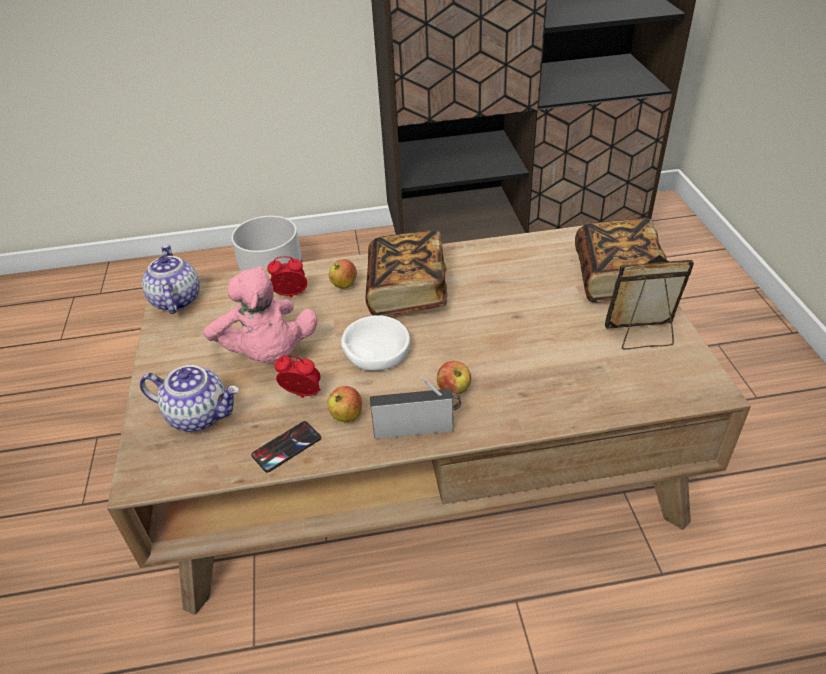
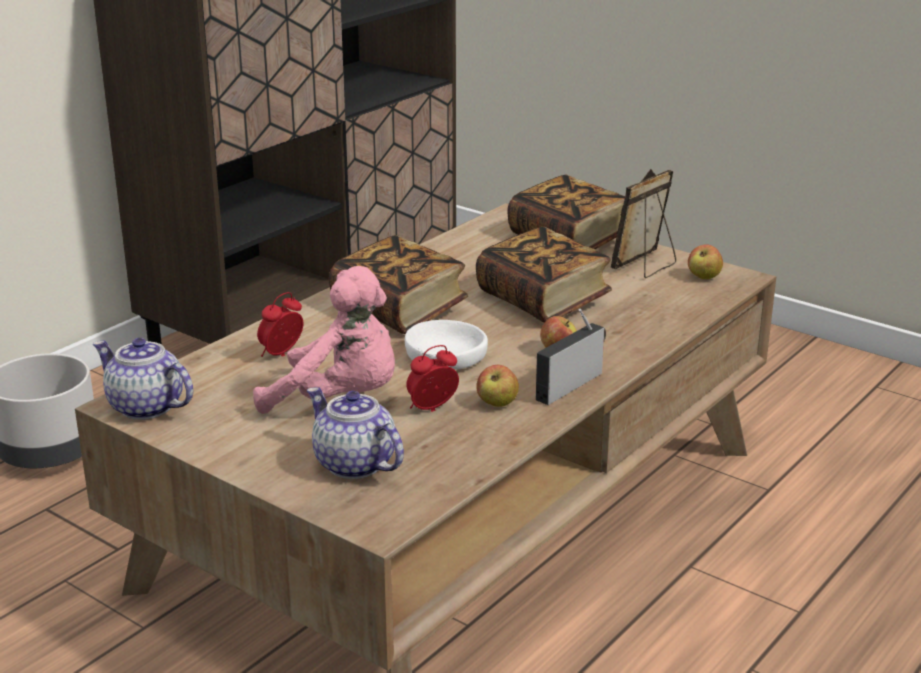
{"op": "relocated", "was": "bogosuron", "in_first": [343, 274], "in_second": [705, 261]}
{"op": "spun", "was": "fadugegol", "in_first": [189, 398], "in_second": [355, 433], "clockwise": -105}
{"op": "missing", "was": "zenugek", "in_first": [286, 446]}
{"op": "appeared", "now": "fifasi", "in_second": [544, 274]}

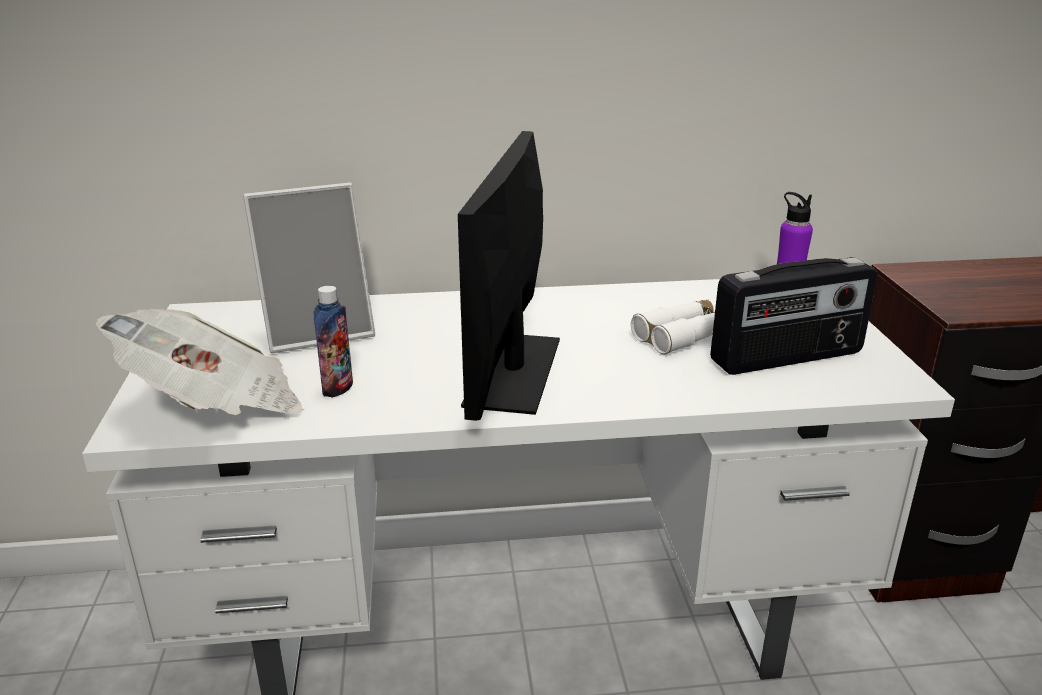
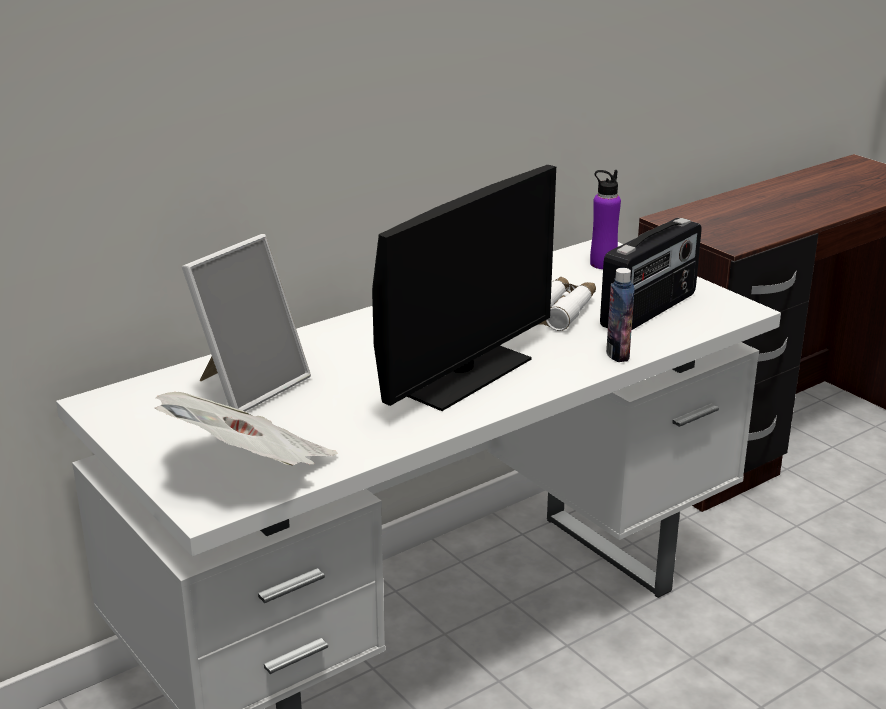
{"op": "spun", "was": "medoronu", "in_first": [509, 276], "in_second": [464, 288], "clockwise": -120}
{"op": "relocated", "was": "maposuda", "in_first": [333, 342], "in_second": [620, 315]}

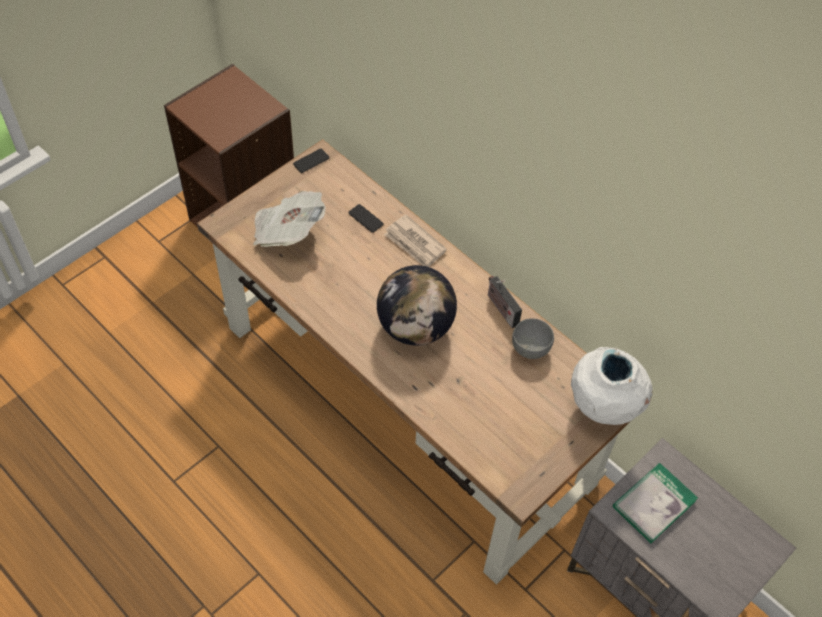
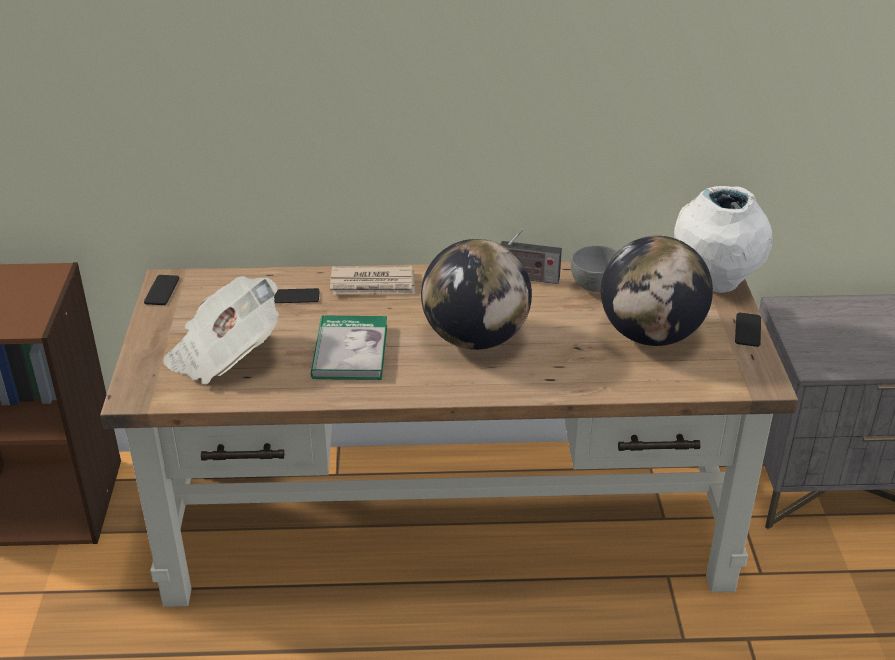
{"op": "relocated", "was": "fifasi", "in_first": [655, 503], "in_second": [349, 347]}
{"op": "appeared", "now": "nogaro", "in_second": [657, 291]}
{"op": "appeared", "now": "zenugek", "in_second": [748, 330]}

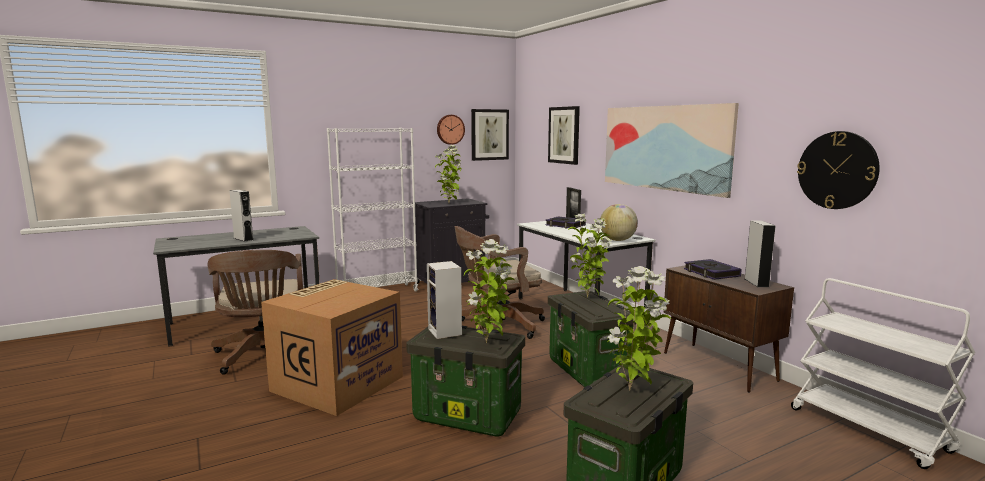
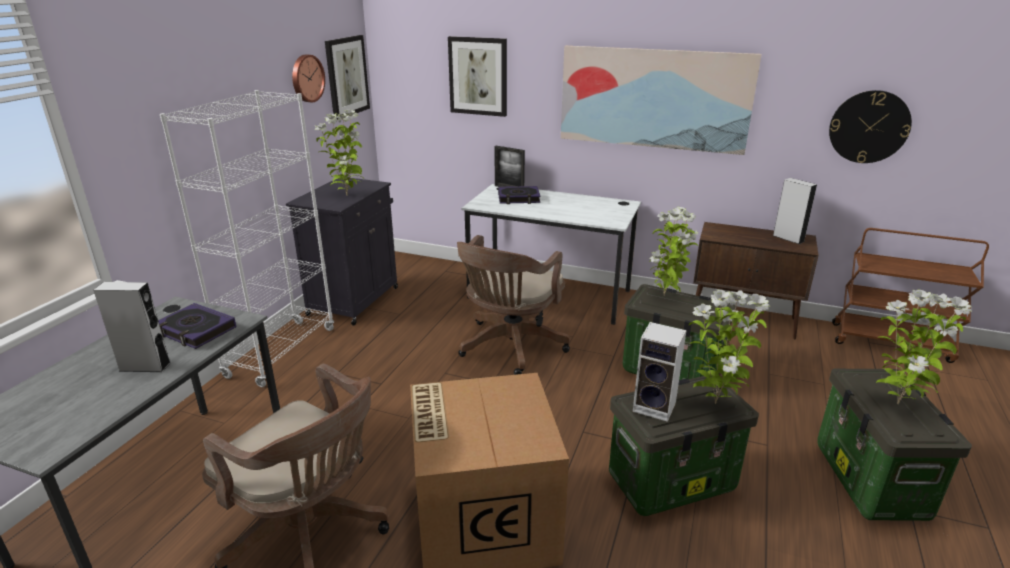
{"op": "missing", "was": "nogaro", "in_first": [619, 222]}
{"op": "relocated", "was": "fifasi", "in_first": [713, 269], "in_second": [197, 326]}
{"op": "colour", "was": "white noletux", "now": "brown noletux", "in_first": [883, 373], "in_second": [910, 295]}

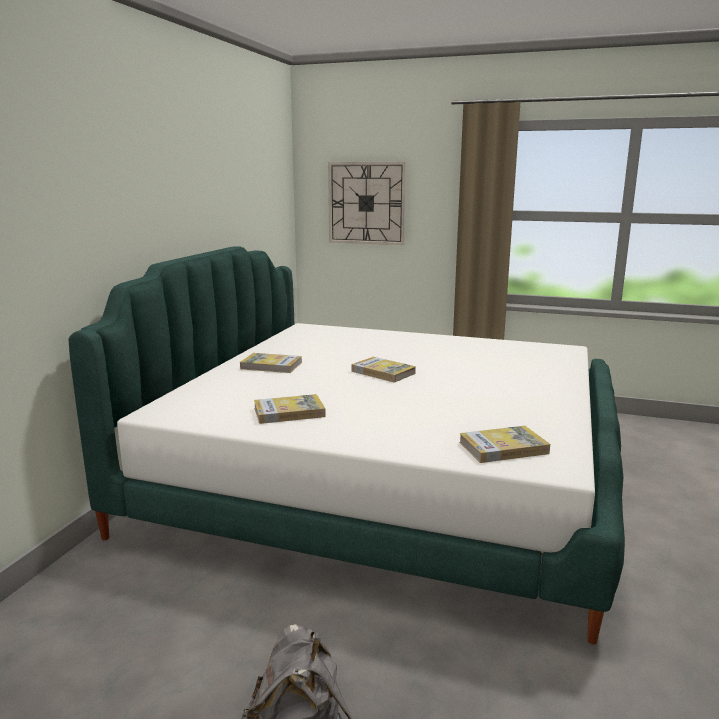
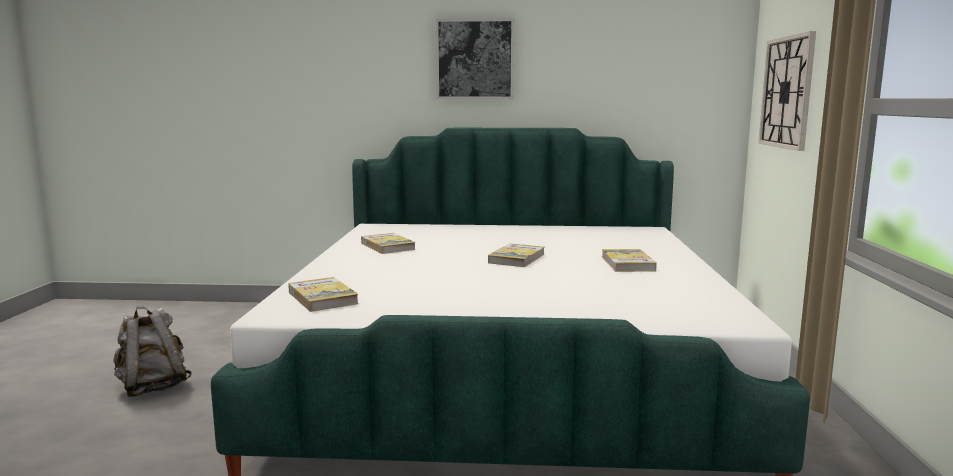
{"op": "relocated", "was": "fifasi", "in_first": [271, 363], "in_second": [629, 260]}
{"op": "appeared", "now": "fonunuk", "in_second": [474, 58]}

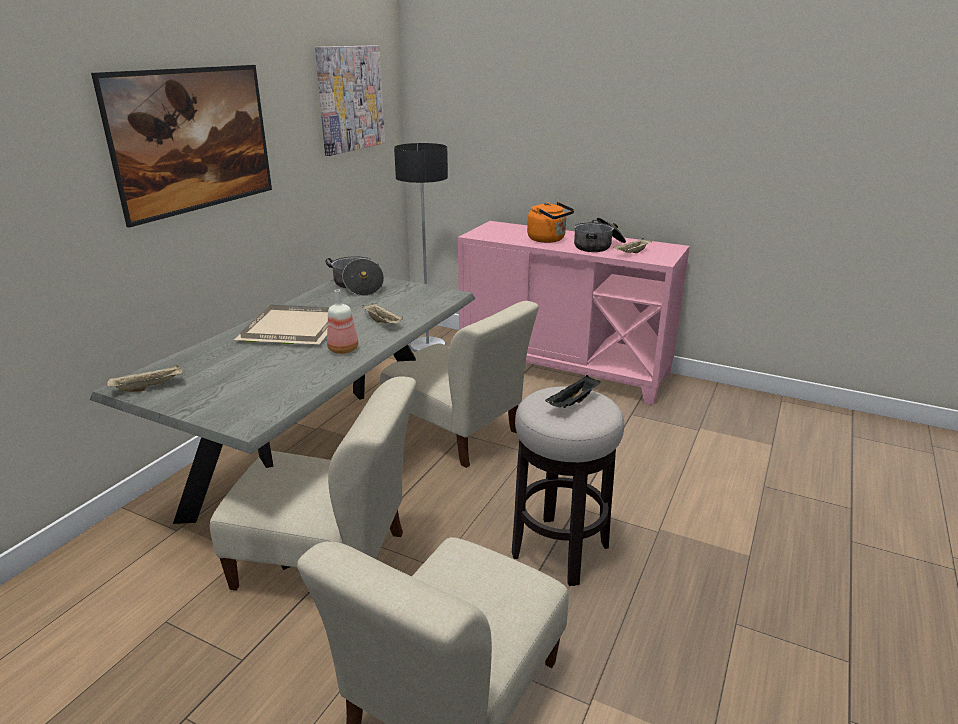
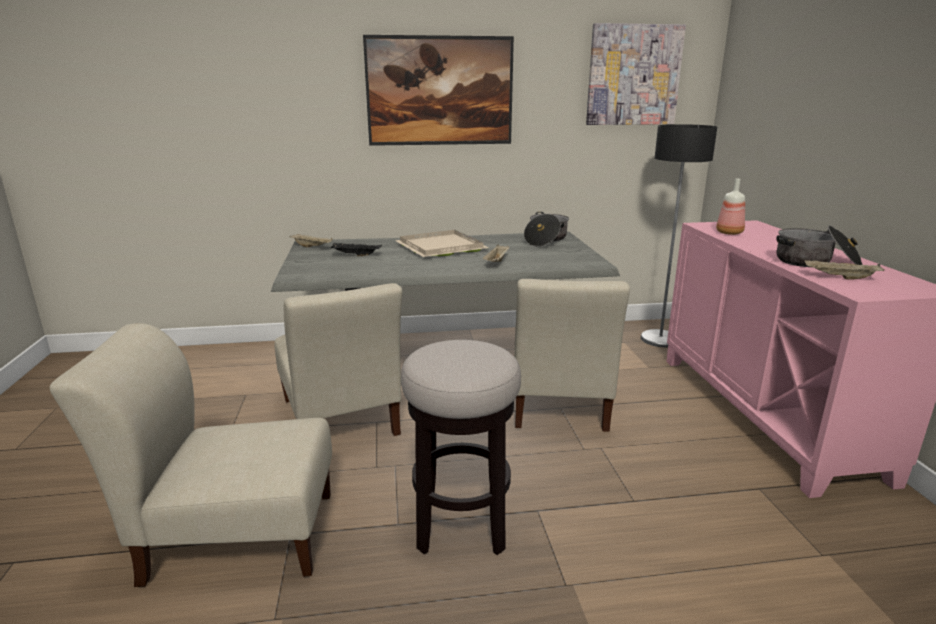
{"op": "missing", "was": "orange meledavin", "in_first": [550, 222]}
{"op": "relocated", "was": "maposuda", "in_first": [343, 321], "in_second": [730, 206]}
{"op": "relocated", "was": "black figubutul", "in_first": [573, 391], "in_second": [356, 249]}

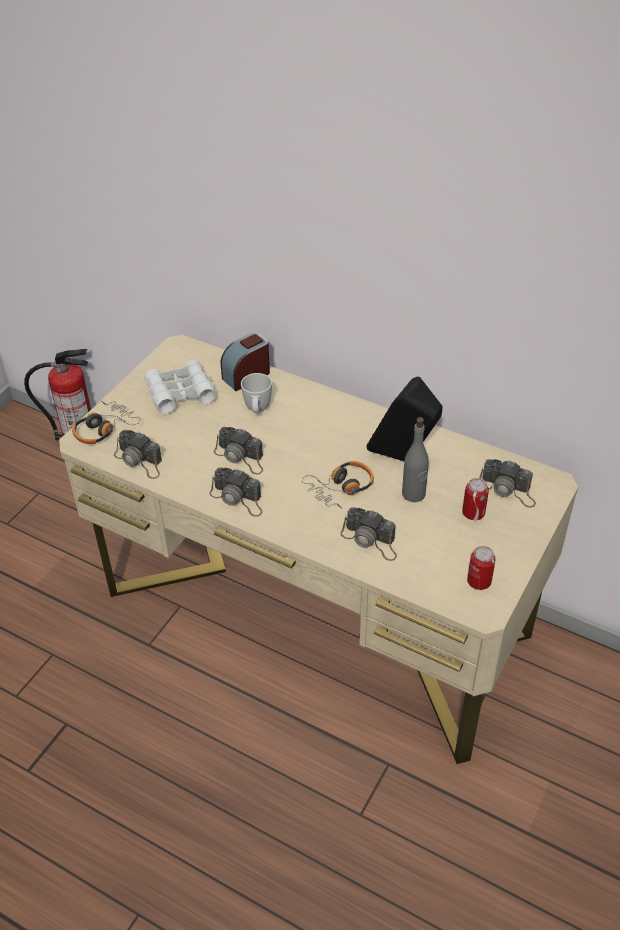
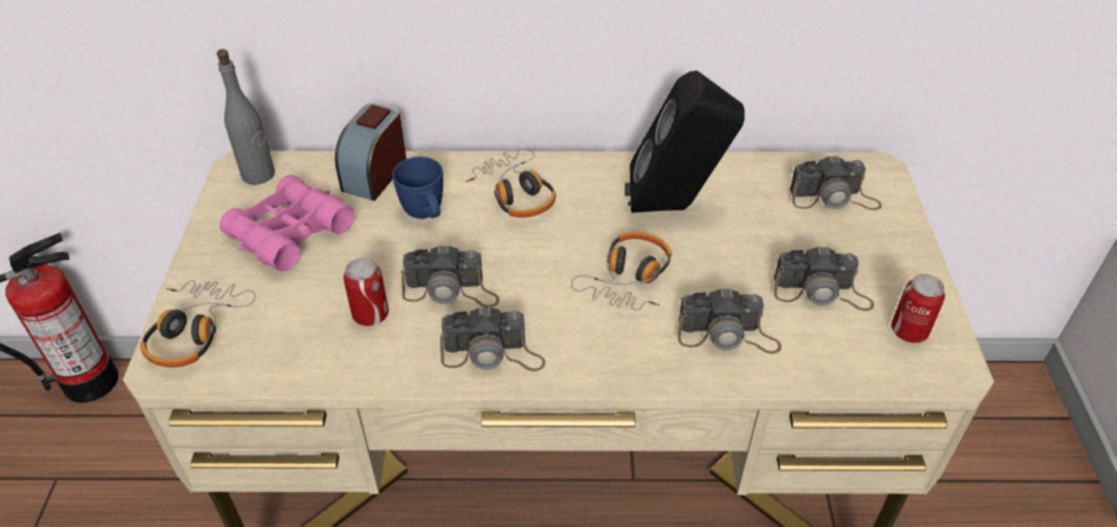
{"op": "colour", "was": "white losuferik", "now": "pink losuferik", "in_first": [180, 387], "in_second": [287, 223]}
{"op": "colour", "was": "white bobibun", "now": "blue bobibun", "in_first": [256, 393], "in_second": [417, 188]}
{"op": "relocated", "was": "grey maposuda", "in_first": [415, 459], "in_second": [246, 117]}
{"op": "relocated", "was": "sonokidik", "in_first": [138, 454], "in_second": [824, 278]}
{"op": "relocated", "was": "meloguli", "in_first": [475, 499], "in_second": [366, 292]}
{"op": "appeared", "now": "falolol", "in_second": [510, 183]}

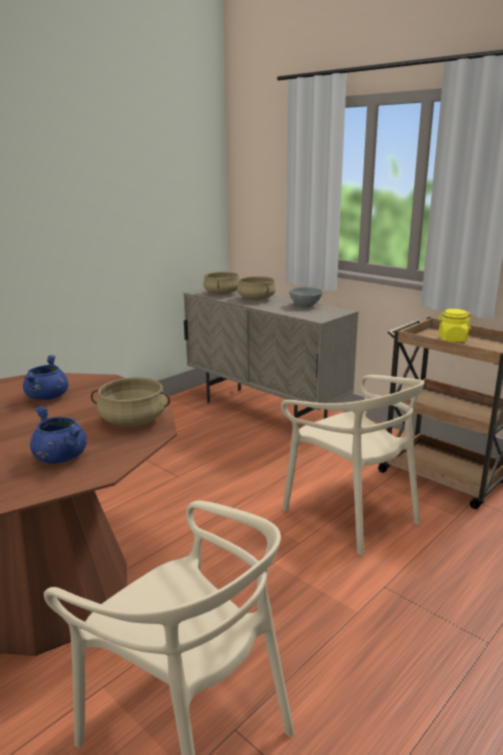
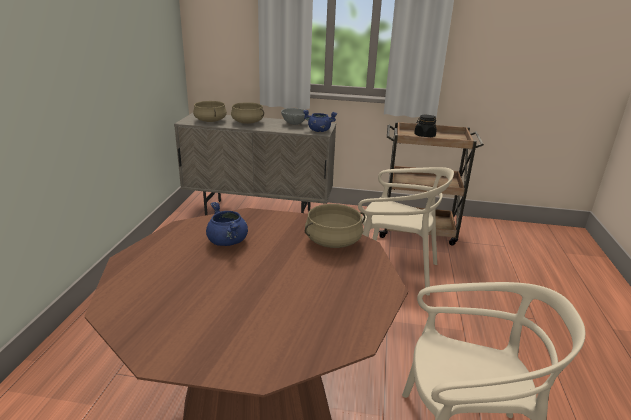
{"op": "colour", "was": "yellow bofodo", "now": "black bofodo", "in_first": [454, 325], "in_second": [425, 126]}
{"op": "relocated", "was": "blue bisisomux", "in_first": [58, 435], "in_second": [320, 121]}

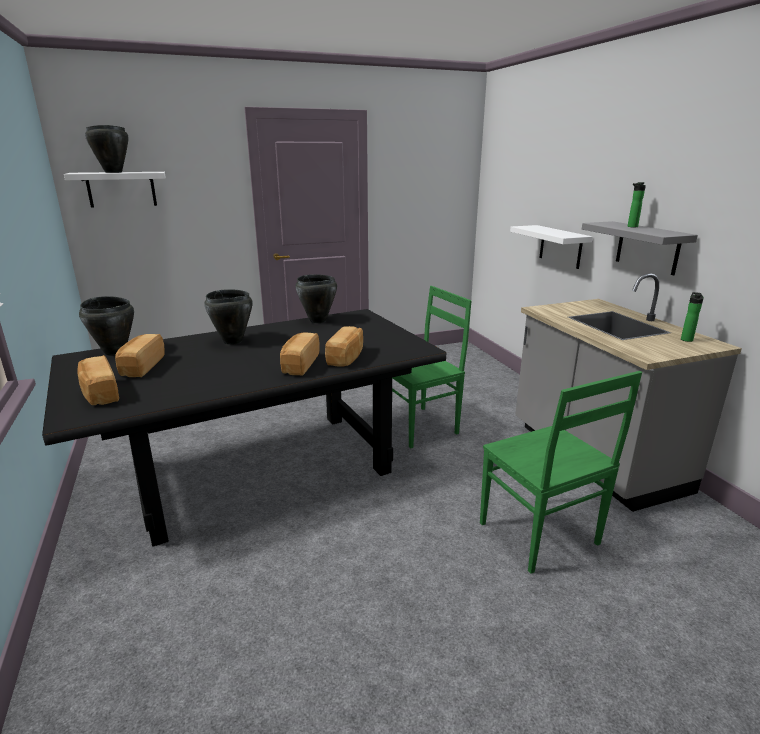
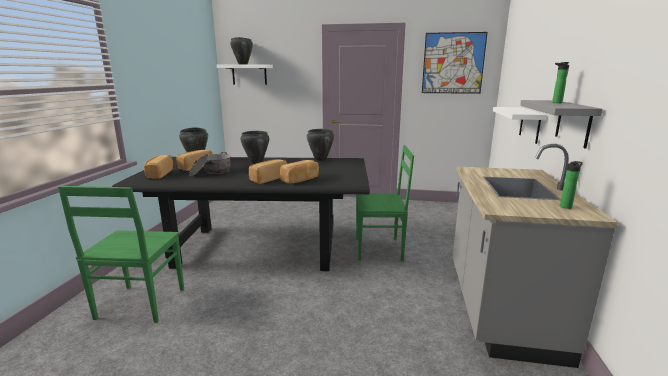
{"op": "relocated", "was": "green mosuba", "in_first": [561, 472], "in_second": [121, 254]}
{"op": "appeared", "now": "fonunuk", "in_second": [455, 63]}
{"op": "appeared", "now": "bisisomux", "in_second": [210, 164]}

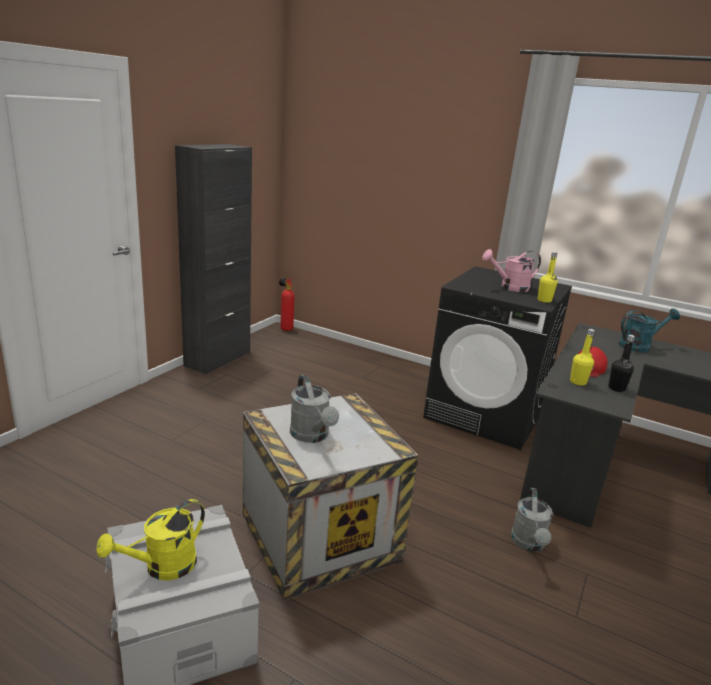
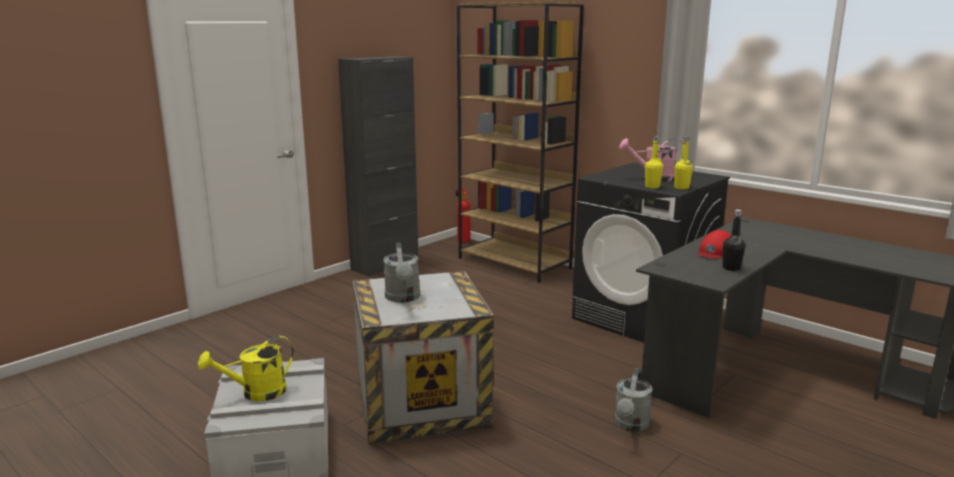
{"op": "missing", "was": "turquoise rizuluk", "in_first": [649, 330]}
{"op": "relocated", "was": "yellow maposuda", "in_first": [582, 357], "in_second": [654, 162]}
{"op": "appeared", "now": "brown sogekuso", "in_second": [520, 142]}

